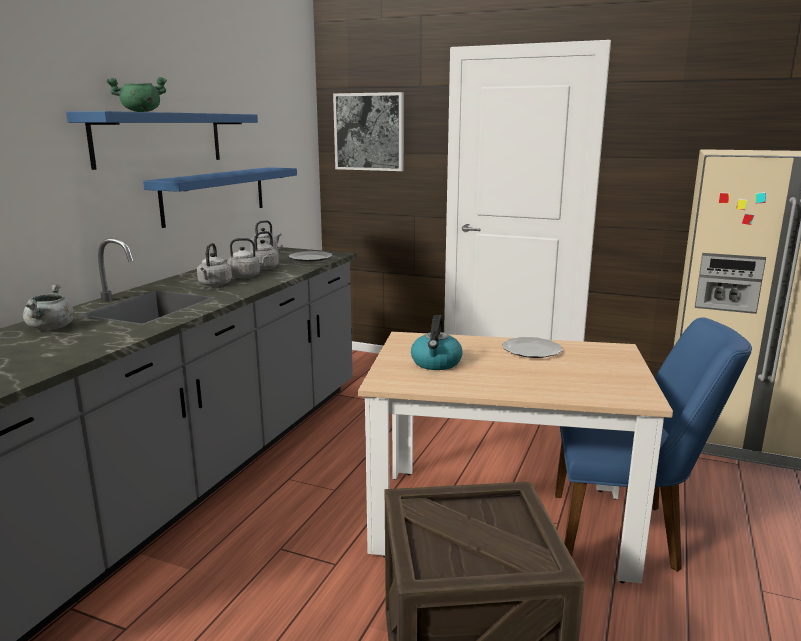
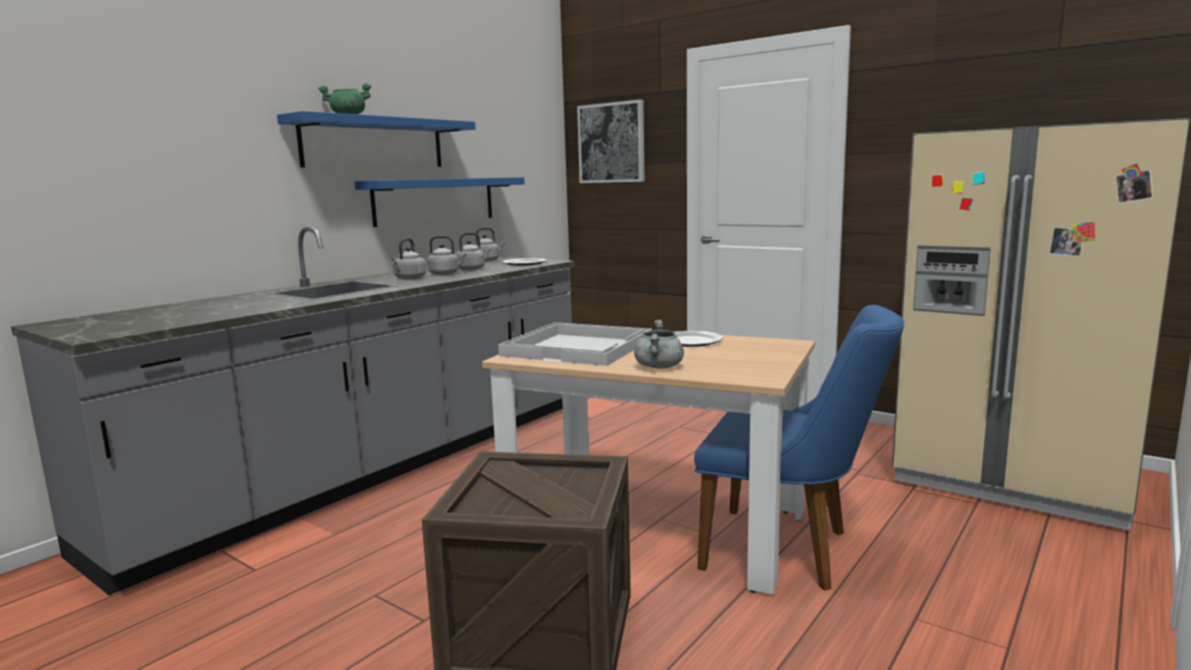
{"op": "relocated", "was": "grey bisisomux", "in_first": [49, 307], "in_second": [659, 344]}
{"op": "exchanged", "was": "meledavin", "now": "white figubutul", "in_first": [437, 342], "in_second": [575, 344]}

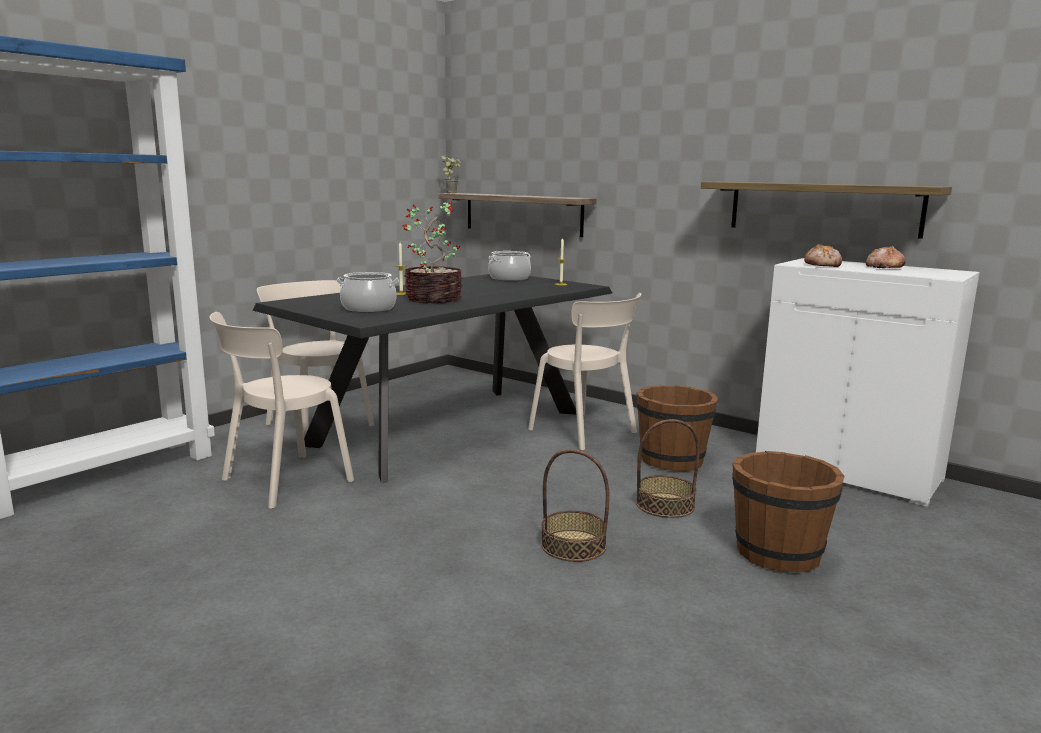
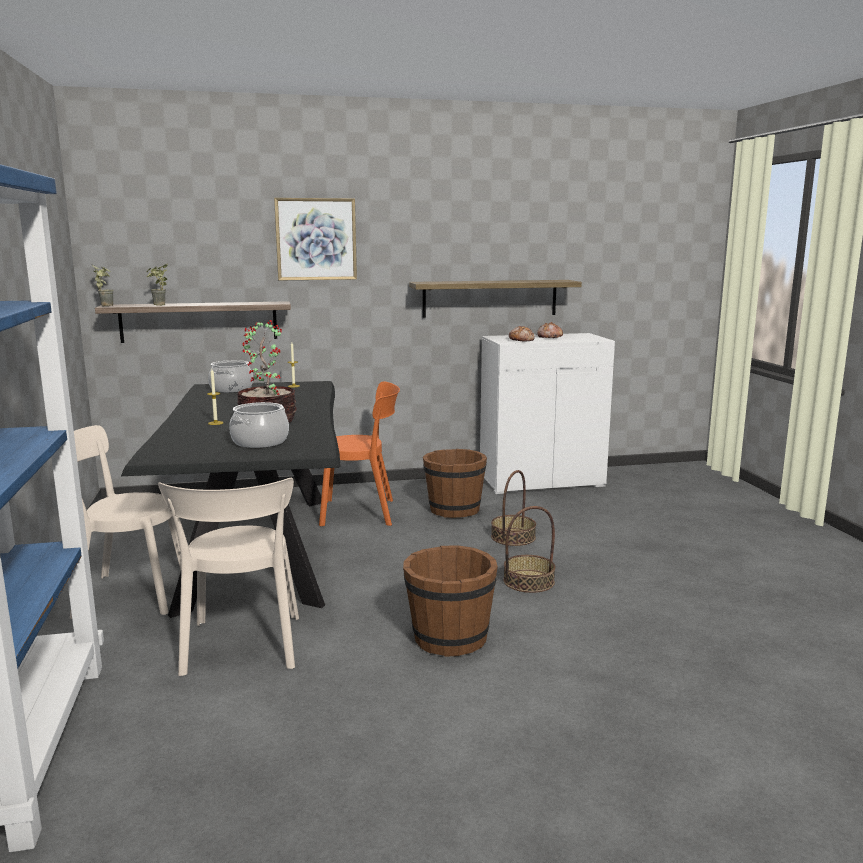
{"op": "colour", "was": "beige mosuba", "now": "orange mosuba", "in_first": [584, 372], "in_second": [359, 453]}
{"op": "relocated", "was": "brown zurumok", "in_first": [788, 512], "in_second": [450, 601]}
{"op": "appeared", "now": "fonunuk", "in_second": [315, 239]}
{"op": "appeared", "now": "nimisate", "in_second": [157, 285]}

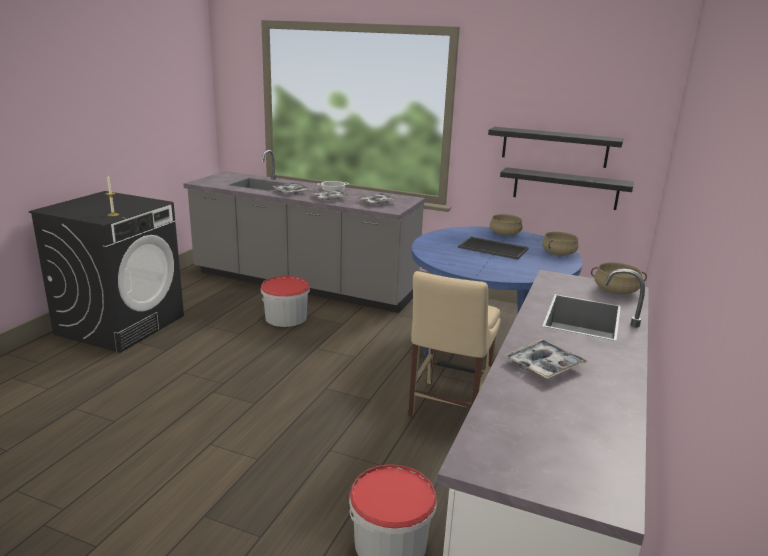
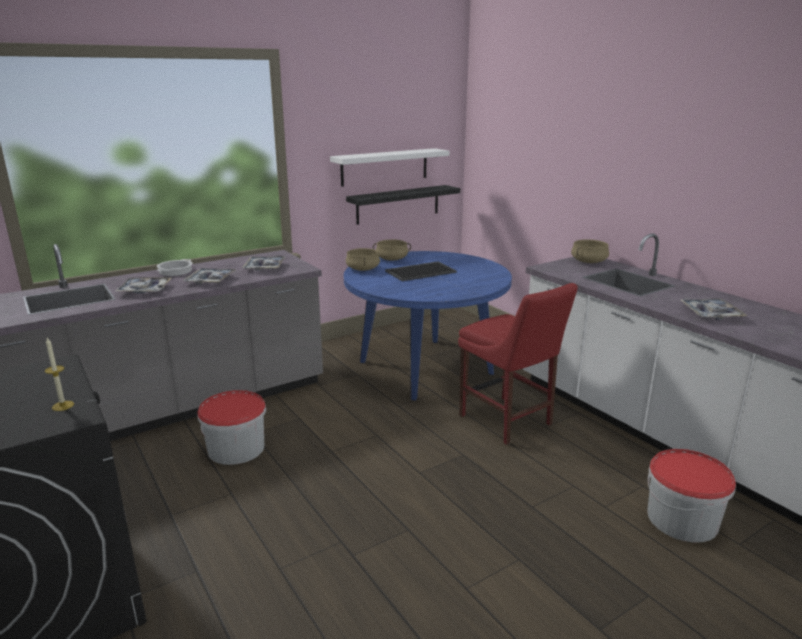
{"op": "colour", "was": "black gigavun", "now": "white gigavun", "in_first": [556, 147], "in_second": [389, 167]}
{"op": "relocated", "was": "beige bisisomux", "in_first": [560, 243], "in_second": [363, 259]}
{"op": "colour", "was": "beige mosuba", "now": "red mosuba", "in_first": [454, 344], "in_second": [518, 364]}

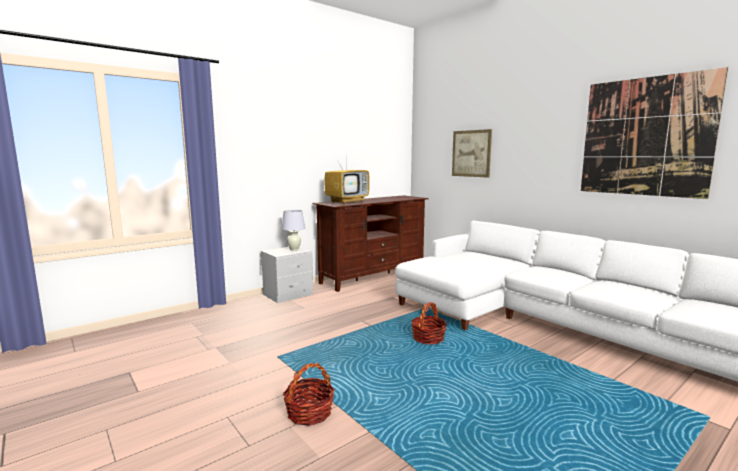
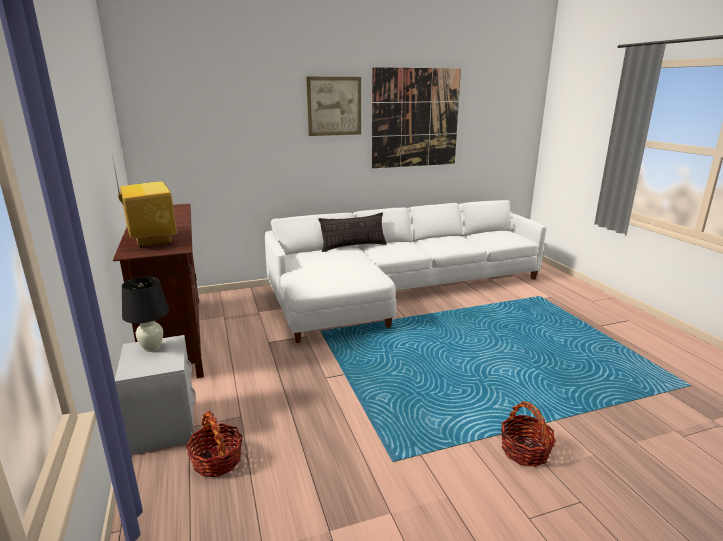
{"op": "relocated", "was": "fonunuk", "in_first": [472, 153], "in_second": [333, 106]}
{"op": "colour", "was": "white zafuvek", "now": "black zafuvek", "in_first": [293, 230], "in_second": [145, 314]}
{"op": "relocated", "was": "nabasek", "in_first": [429, 323], "in_second": [214, 444]}
{"op": "appeared", "now": "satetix", "in_second": [353, 232]}

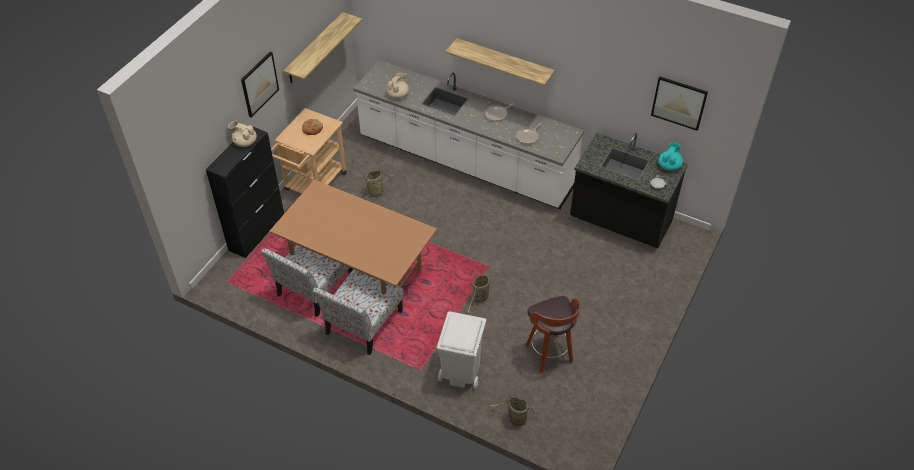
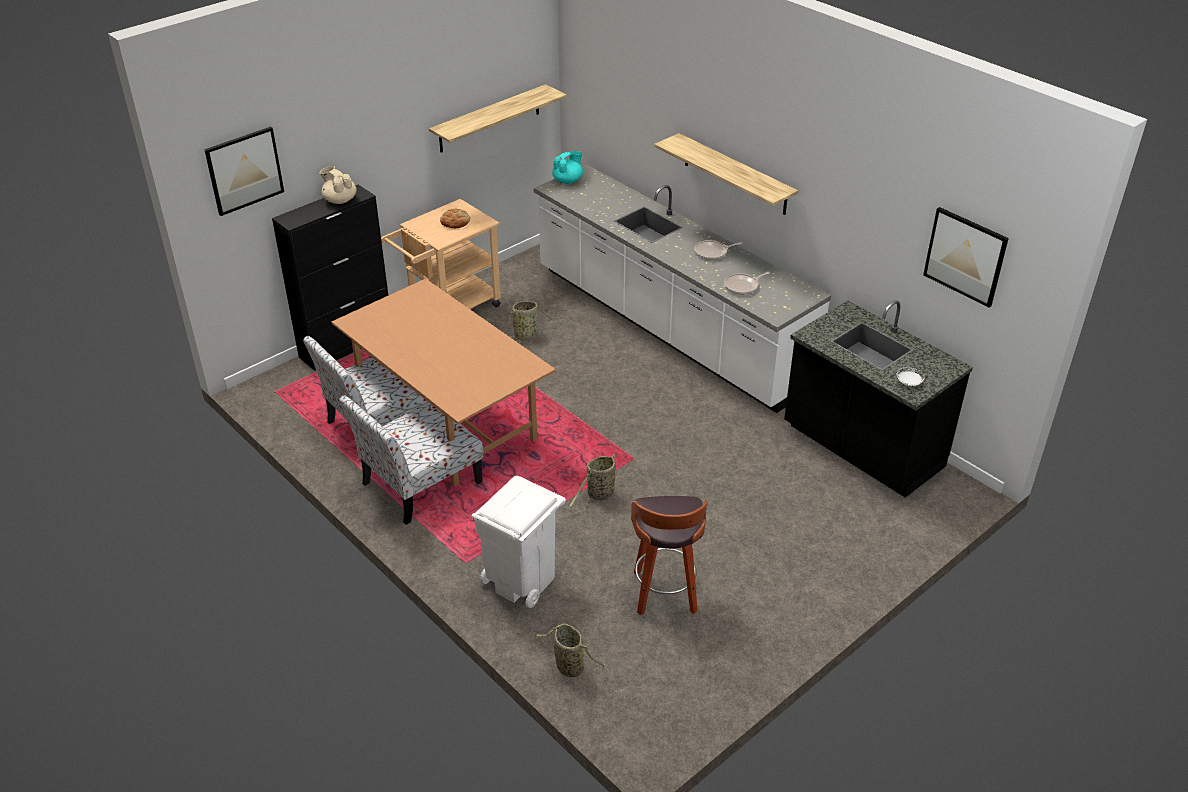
{"op": "relocated", "was": "fonunuk", "in_first": [260, 84], "in_second": [244, 171]}
{"op": "missing", "was": "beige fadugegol", "in_first": [398, 85]}
{"op": "relocated", "was": "turquoise fadugegol", "in_first": [670, 156], "in_second": [567, 167]}

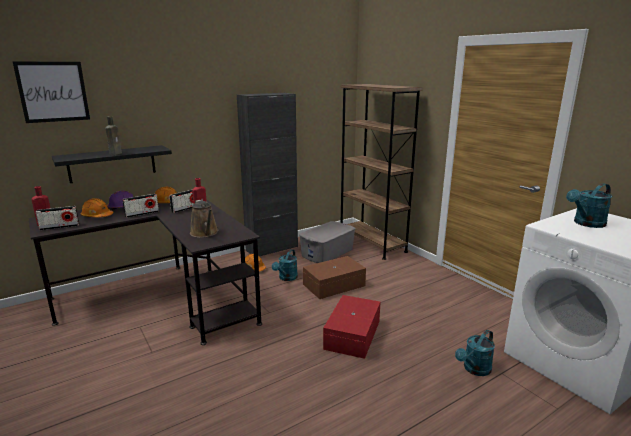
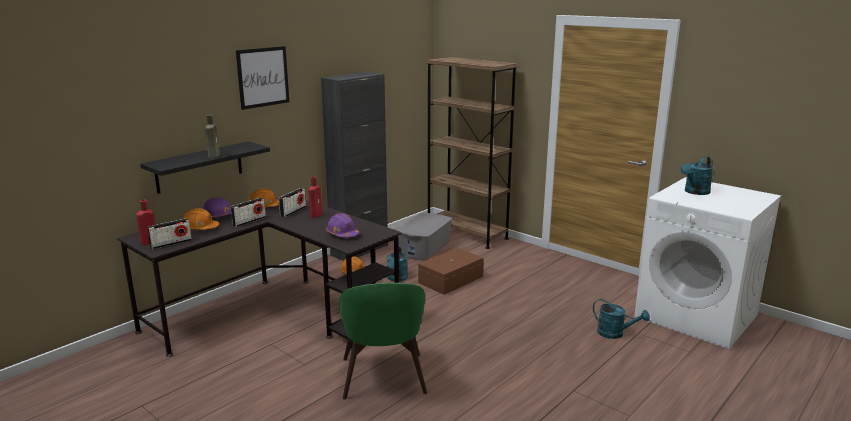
{"op": "relocated", "was": "fonunuk", "in_first": [51, 92], "in_second": [262, 78]}
{"op": "exchanged", "was": "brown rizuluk", "now": "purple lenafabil", "in_first": [204, 219], "in_second": [342, 225]}
{"op": "missing", "was": "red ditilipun", "in_first": [351, 327]}
{"op": "spun", "was": "turquoise rizuluk", "in_first": [475, 353], "in_second": [621, 319], "clockwise": -90}
{"op": "appeared", "now": "green mosuba", "in_second": [383, 341]}

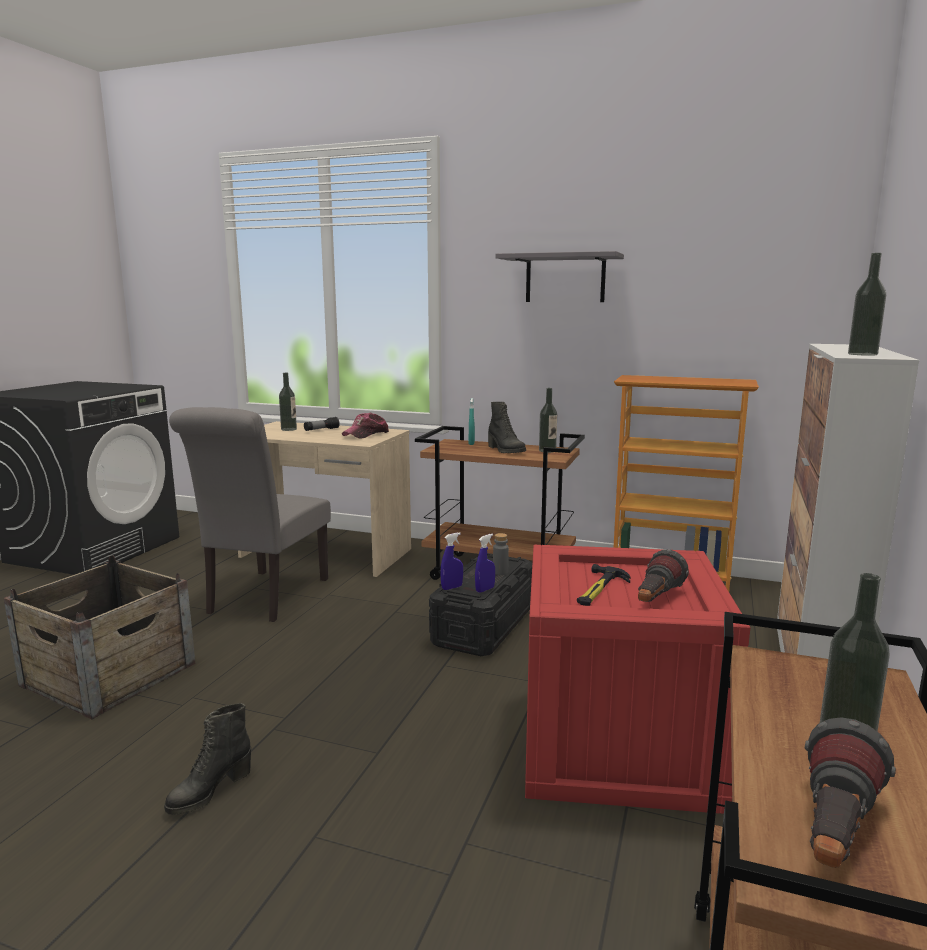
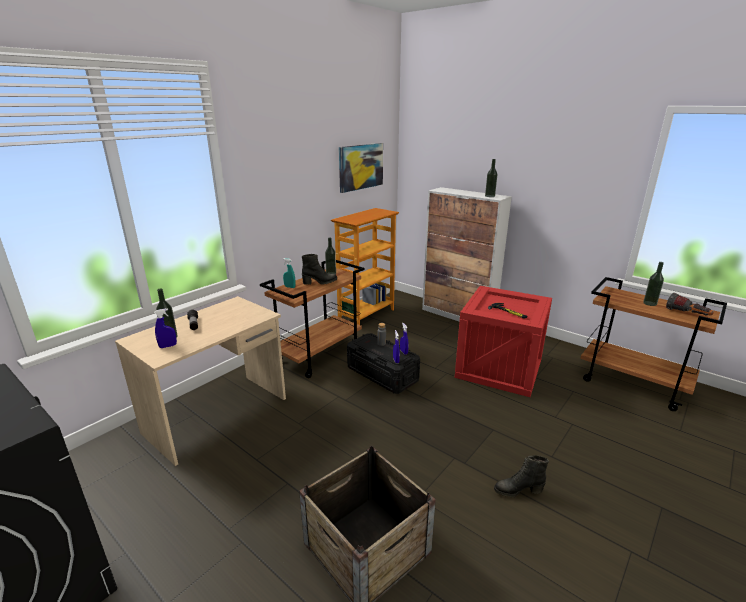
{"op": "missing", "was": "grey gigavun", "in_first": [559, 276]}
{"op": "missing", "was": "grey mosuba", "in_first": [250, 514]}
{"op": "missing", "was": "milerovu", "in_first": [365, 425]}
{"op": "missing", "was": "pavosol", "in_first": [663, 576]}
{"op": "spun", "was": "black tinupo", "in_first": [207, 759], "in_second": [521, 476], "clockwise": 120}
{"op": "appeared", "now": "fonunuk", "in_second": [361, 168]}
{"op": "appeared", "now": "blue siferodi", "in_second": [165, 328]}

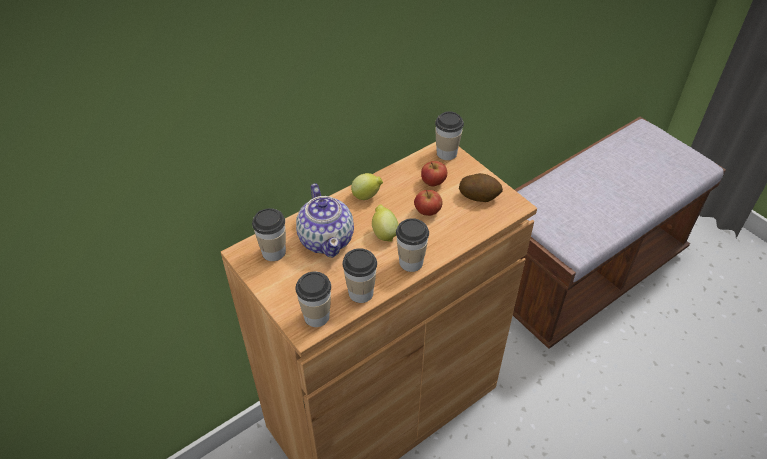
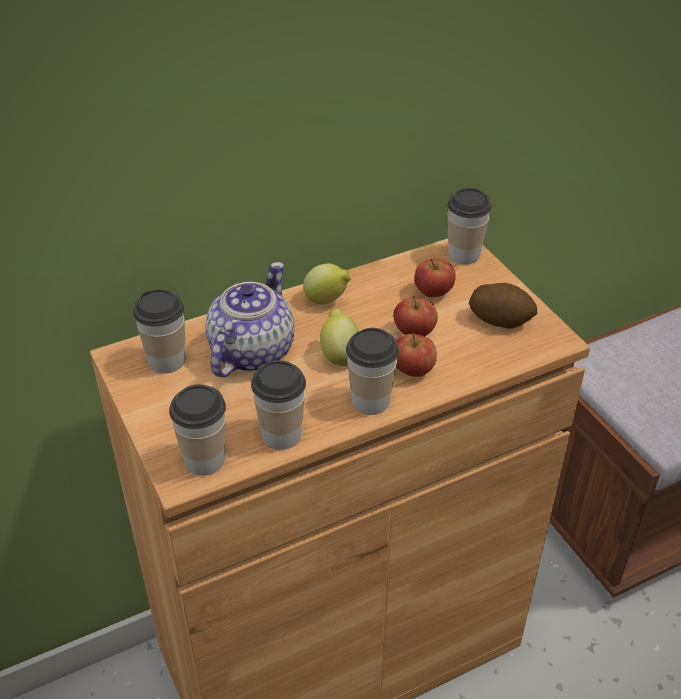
{"op": "spun", "was": "fadugegol", "in_first": [325, 220], "in_second": [249, 320], "clockwise": -150}
{"op": "appeared", "now": "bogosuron", "in_second": [416, 355]}

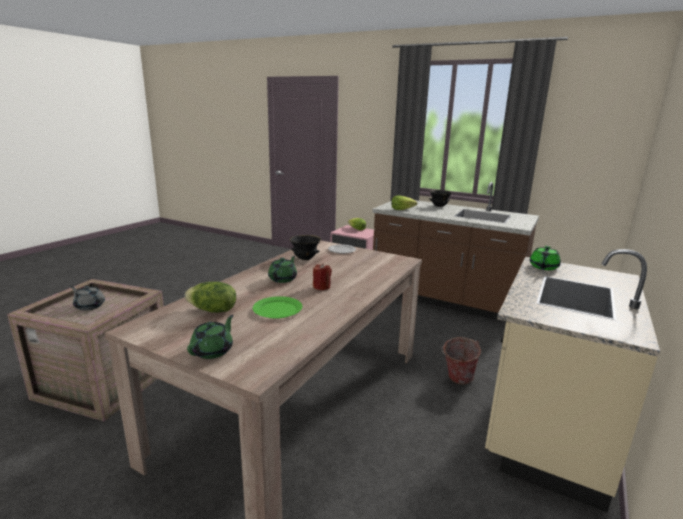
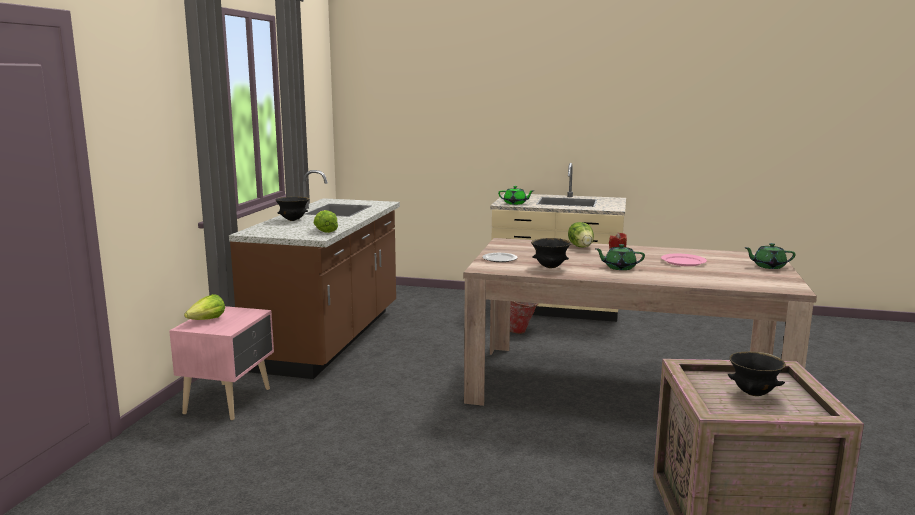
{"op": "relocated", "was": "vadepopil", "in_first": [210, 297], "in_second": [581, 235]}
{"op": "exchanged", "was": "grey fadugegol", "now": "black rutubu", "in_first": [88, 298], "in_second": [757, 373]}
{"op": "colour", "was": "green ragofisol", "now": "pink ragofisol", "in_first": [278, 307], "in_second": [684, 259]}

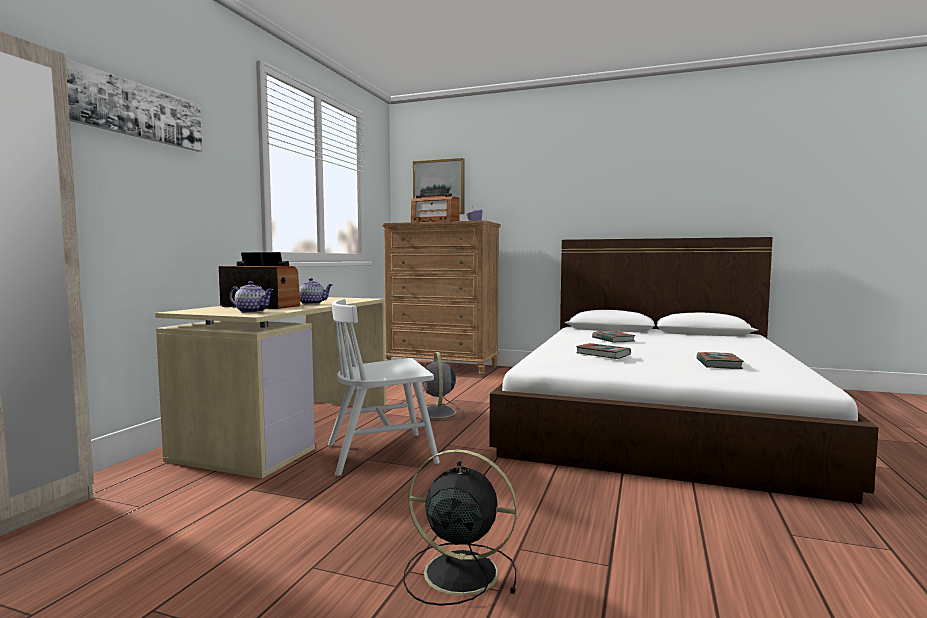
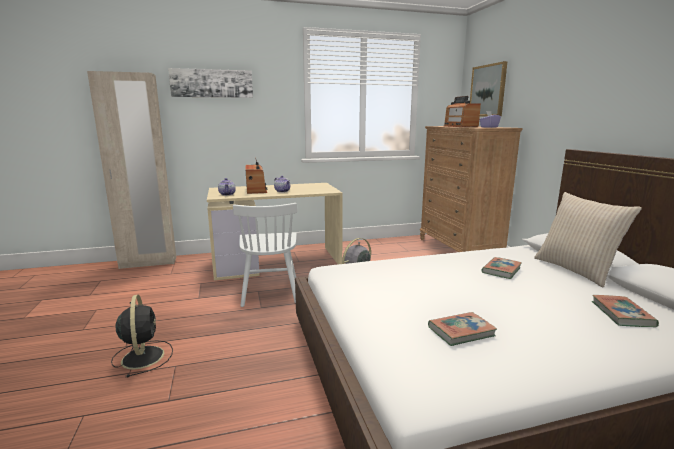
{"op": "spun", "was": "white mosuba", "in_first": [384, 387], "in_second": [265, 255], "clockwise": -135}
{"op": "relocated", "was": "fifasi", "in_first": [603, 351], "in_second": [625, 311]}
{"op": "appeared", "now": "beige satetix", "in_second": [588, 240]}

